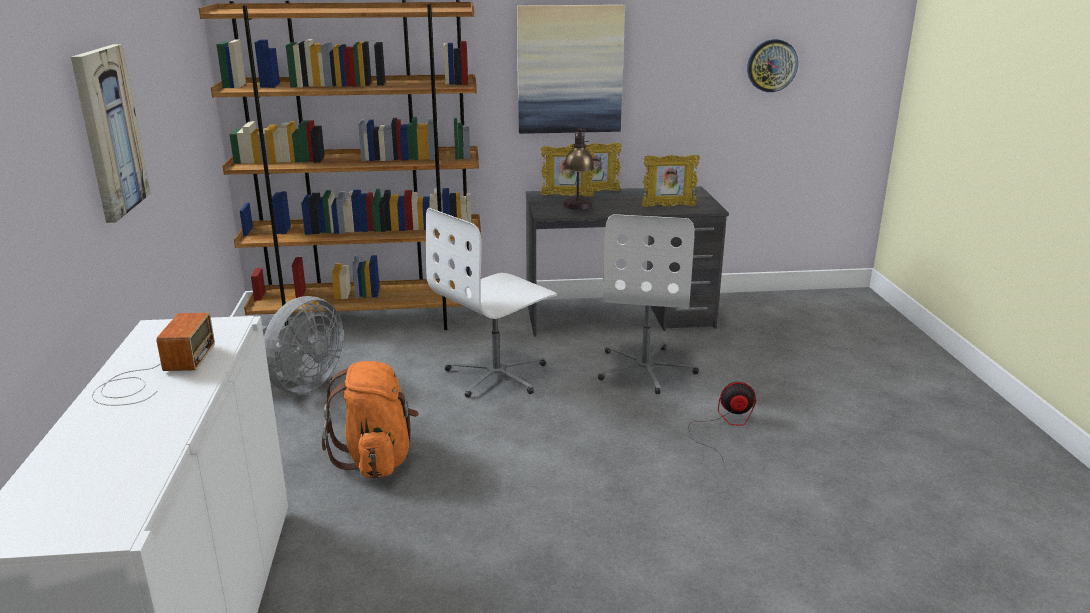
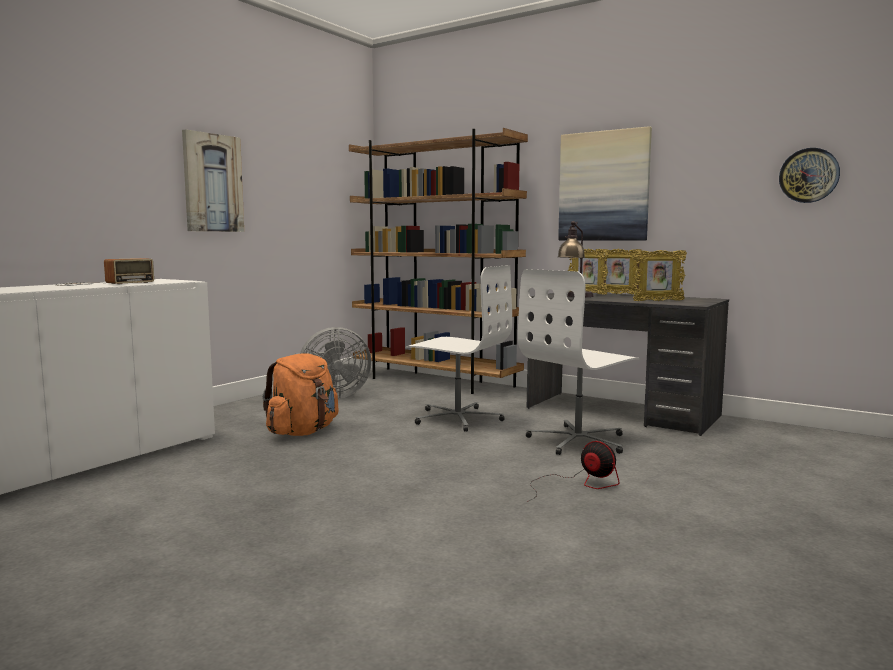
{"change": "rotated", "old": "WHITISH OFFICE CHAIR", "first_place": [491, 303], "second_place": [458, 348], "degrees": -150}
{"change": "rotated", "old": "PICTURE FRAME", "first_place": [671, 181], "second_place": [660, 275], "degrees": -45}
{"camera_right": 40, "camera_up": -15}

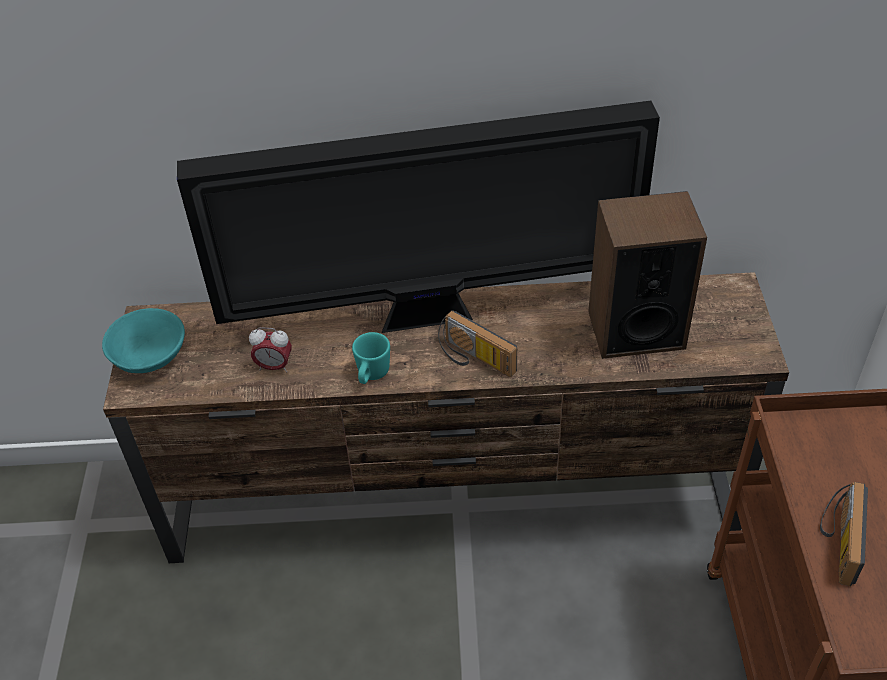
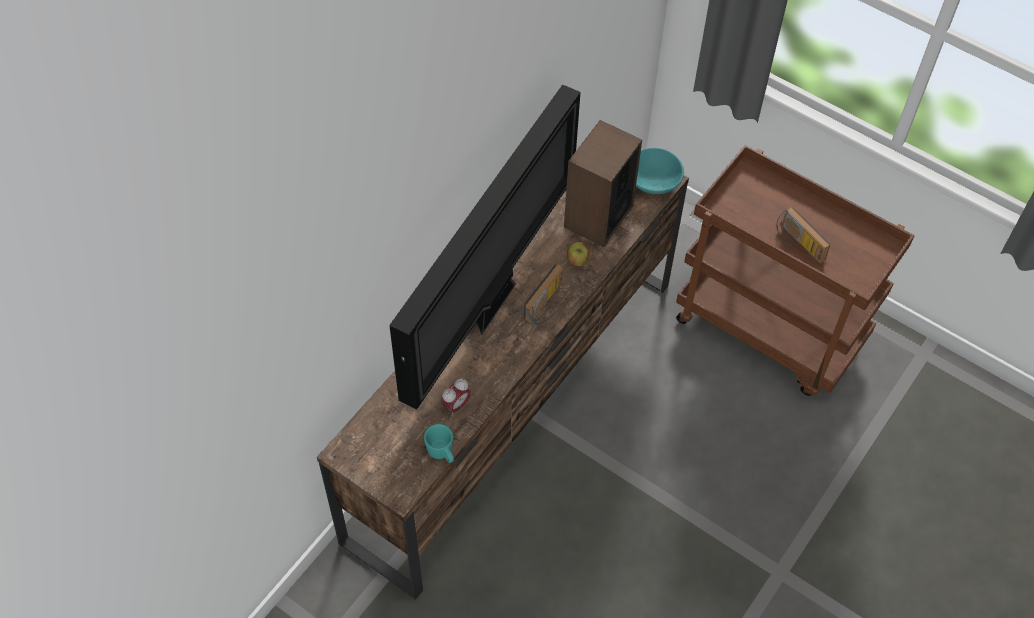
{"change": "shifted", "old": "BLUE-GREEN BOWL", "first_place": [143, 340], "second_place": [660, 171]}
{"change": "shifted", "old": "BLUE-GREEN TEA MUG", "first_place": [371, 358], "second_place": [439, 443]}
{"change": "rotated", "old": "RADIO", "first_place": [477, 343], "second_place": [543, 294], "degrees": -45}
{"change": "new", "new": "APPLE", "second_place": [578, 254]}
{"camera_right": -55, "camera_up": 10}

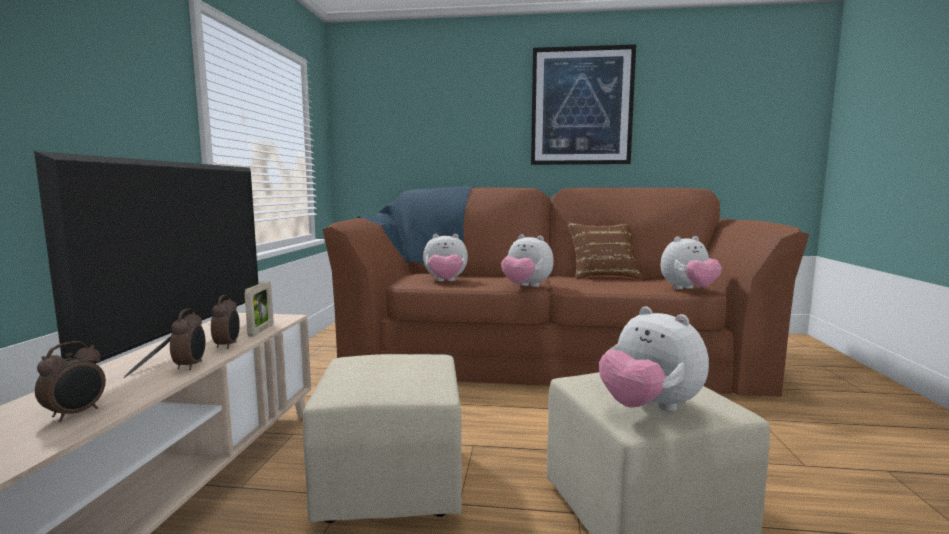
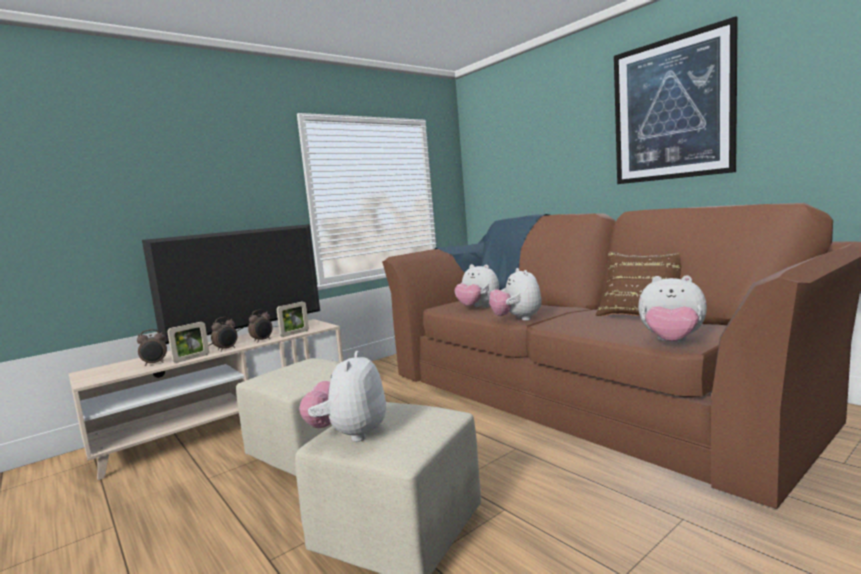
{"change": "new", "new": "PICTURE FRAME", "second_place": [188, 342]}
{"camera_right": 45, "camera_up": 0}

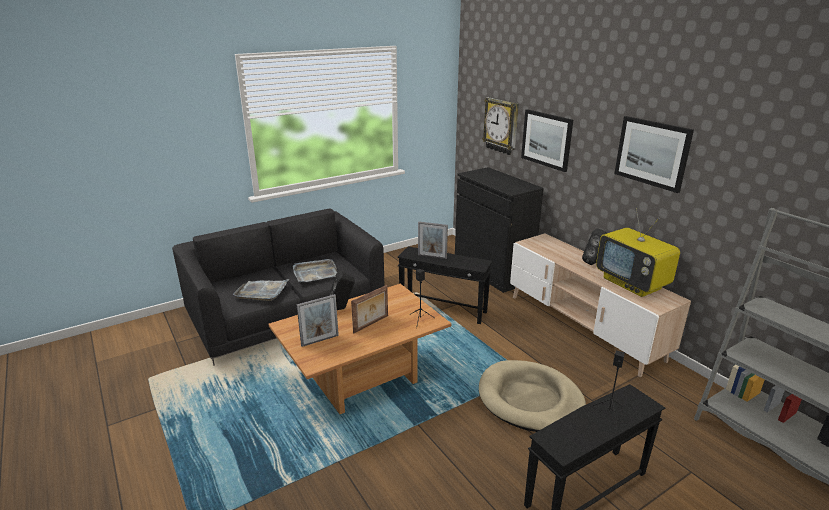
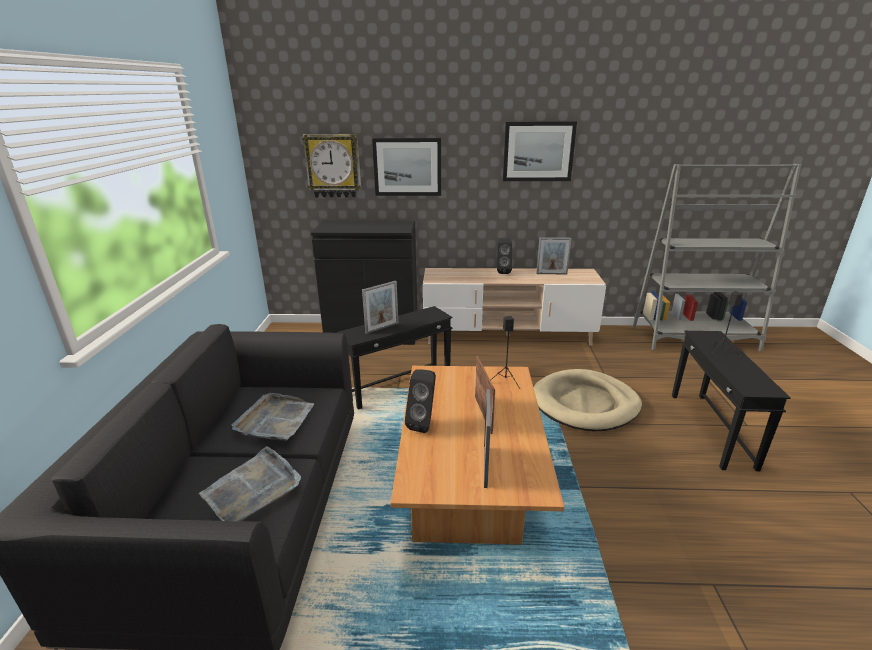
{"change": "swapped", "old": "TV", "new": "PICTURE FRAME", "first_place": [638, 253], "second_place": [554, 255]}
{"camera_right": -55, "camera_up": 0}

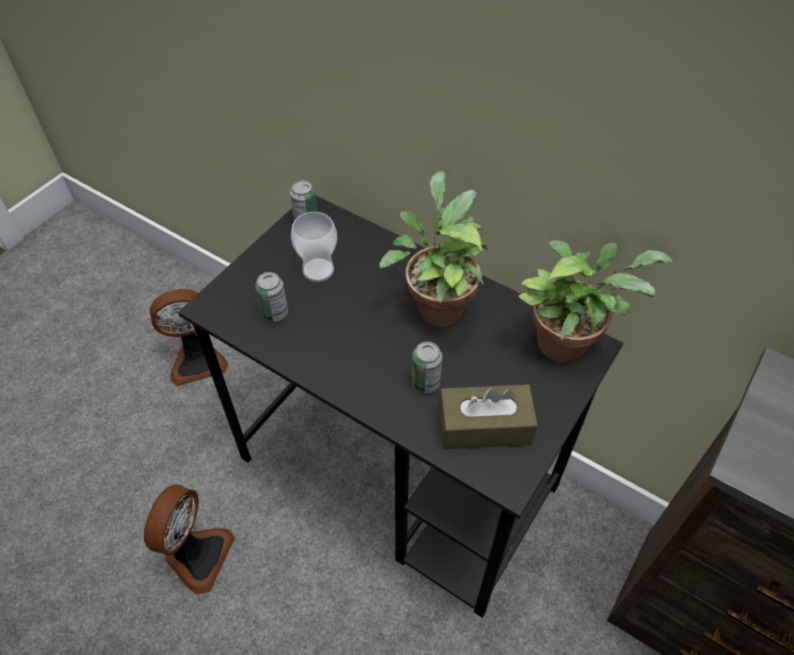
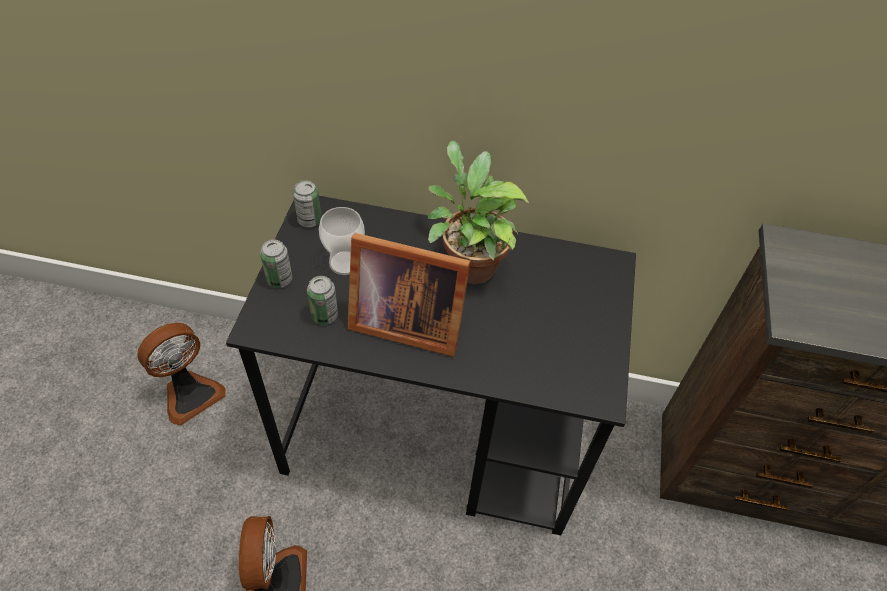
{"change": "shifted", "old": "METAL CAN", "first_place": [427, 367], "second_place": [276, 264]}
{"change": "gone", "old": "BROWNISH BOX OF TISSUES", "first_place": [488, 416]}
{"change": "gone", "old": "PLANT IN A POT", "first_place": [595, 301]}
{"change": "new", "new": "PICTURE FRAME", "second_place": [409, 295]}
{"camera_right": -25, "camera_up": 0}

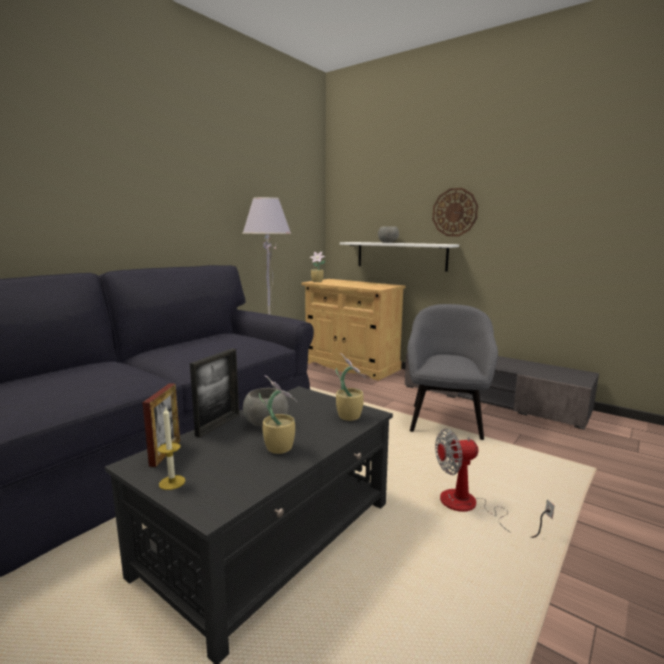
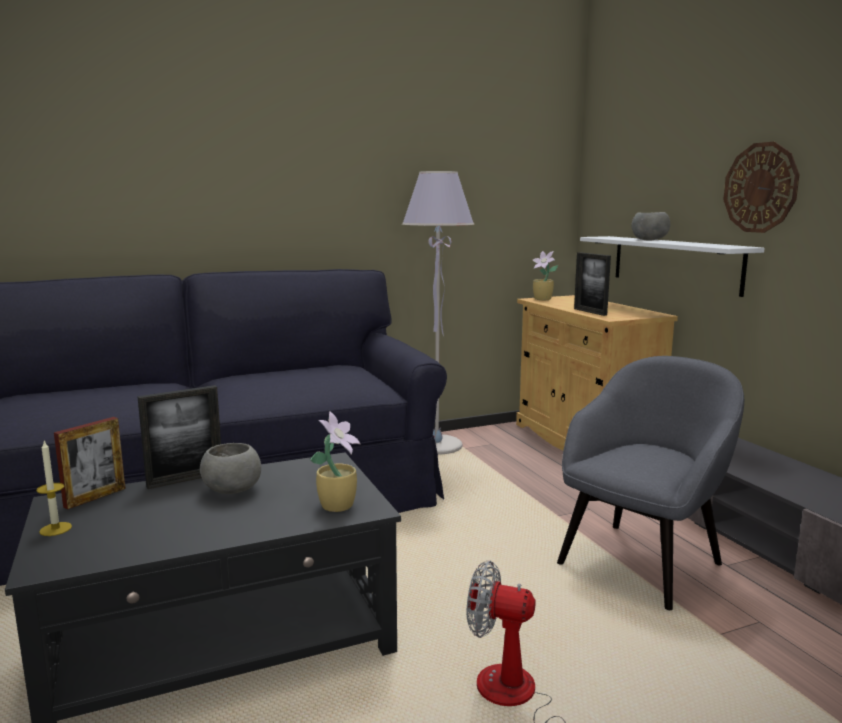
{"change": "gone", "old": "PLANT IN A POT", "first_place": [278, 414]}
{"change": "new", "new": "PICTURE FRAME", "second_place": [592, 284]}
{"camera_right": 30, "camera_up": 0}

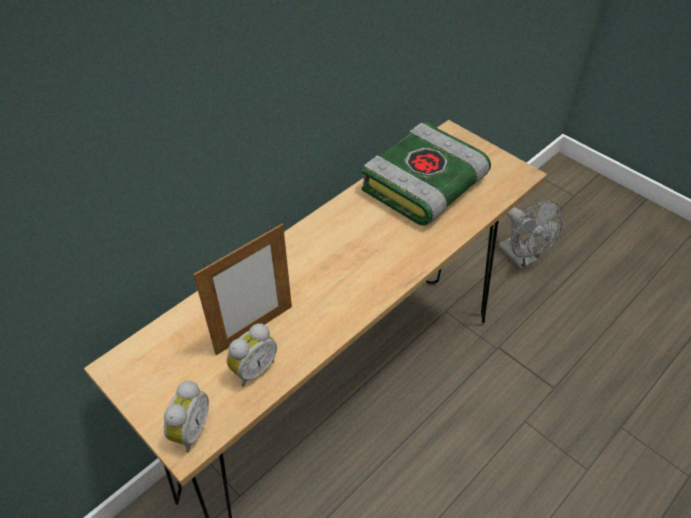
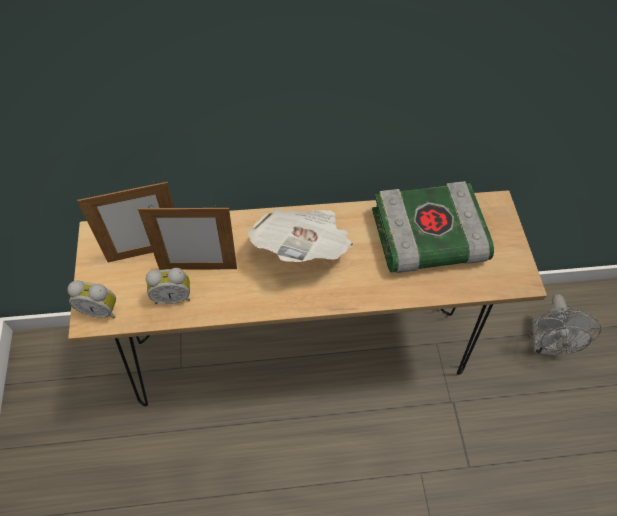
{"change": "rotated", "old": "BEDSIDE CLOCK", "first_place": [186, 416], "second_place": [91, 299], "degrees": 45}
{"change": "new", "new": "PICTURE FRAME", "second_place": [125, 221]}
{"change": "new", "new": "DAILY PAPER", "second_place": [300, 235]}
{"camera_right": 35, "camera_up": 10}

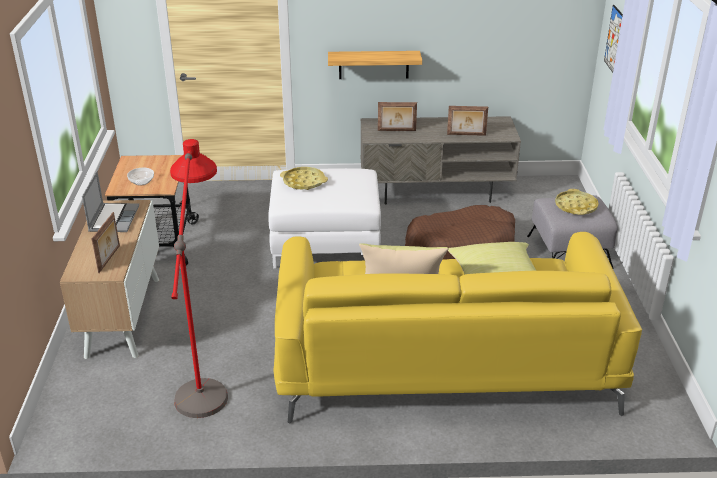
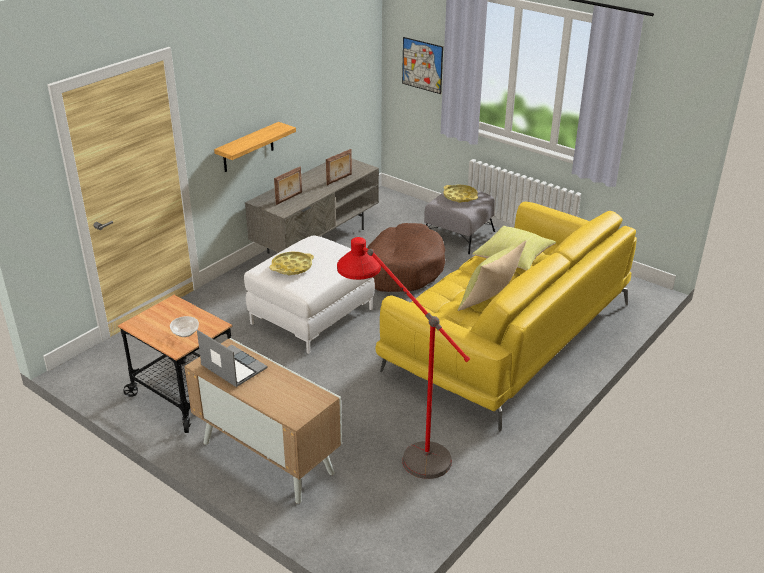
{"change": "gone", "old": "PICTURE FRAME", "first_place": [106, 242]}
{"camera_right": -50, "camera_up": 0}

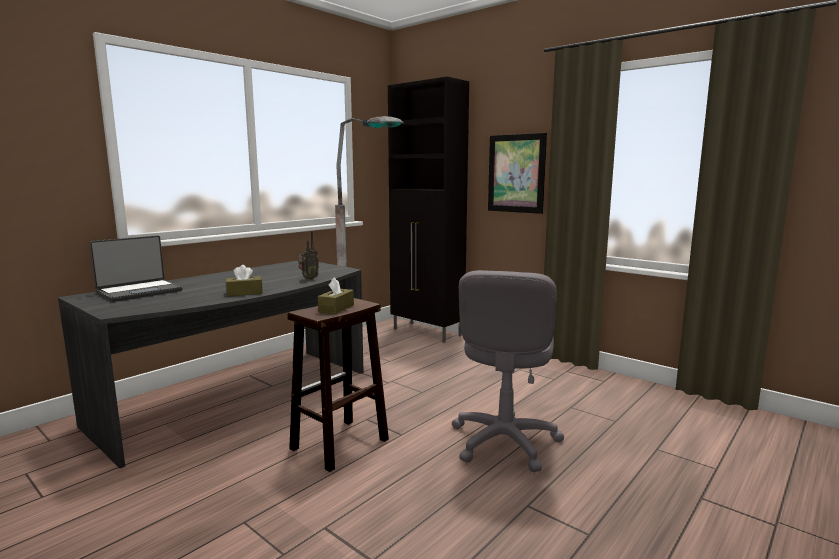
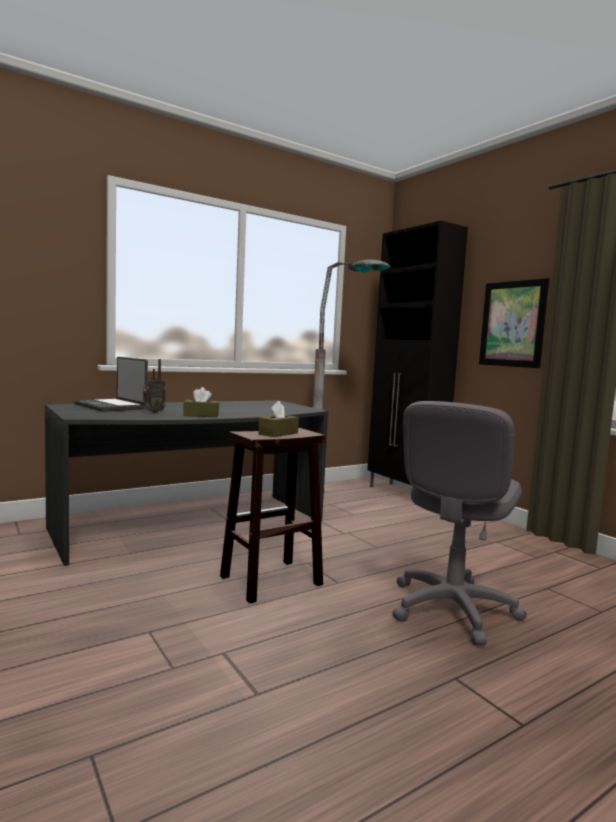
{"change": "rotated", "old": "PORTABLE COMPUTER", "first_place": [135, 268], "second_place": [111, 384], "degrees": 75}
{"change": "shifted", "old": "RADIO", "first_place": [308, 255], "second_place": [154, 386]}
{"camera_right": 15, "camera_up": -5}

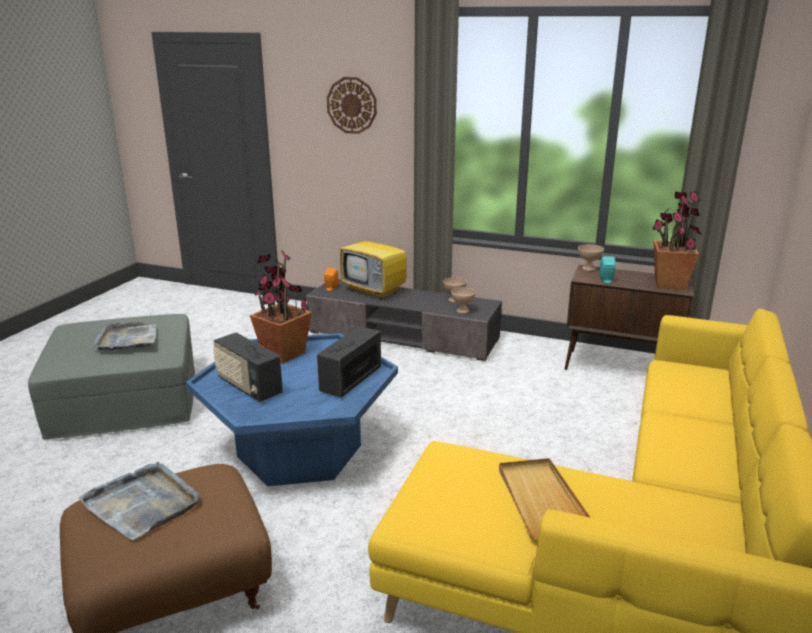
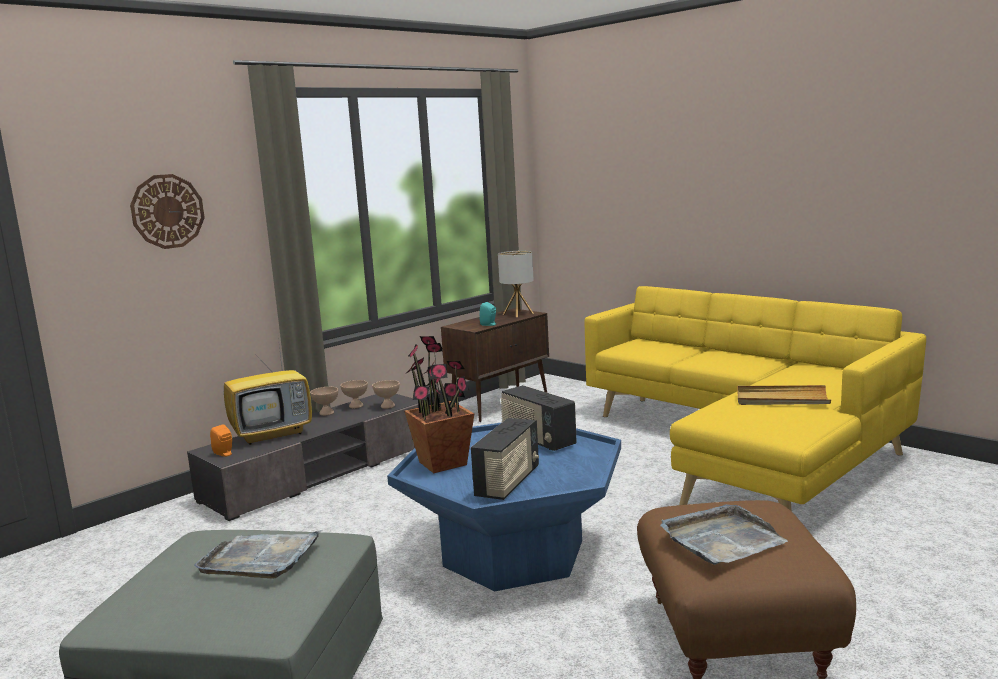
{"change": "rotated", "old": "RADIO", "first_place": [248, 367], "second_place": [505, 459], "degrees": -45}
{"change": "shifted", "old": "BEIGE-COLOURED BOWL", "first_place": [591, 257], "second_place": [324, 401]}
{"change": "swapped", "old": "PLANT IN A POT", "new": "TABLETOP LAMP", "first_place": [677, 241], "second_place": [516, 284]}
{"camera_right": -65, "camera_up": -10}

